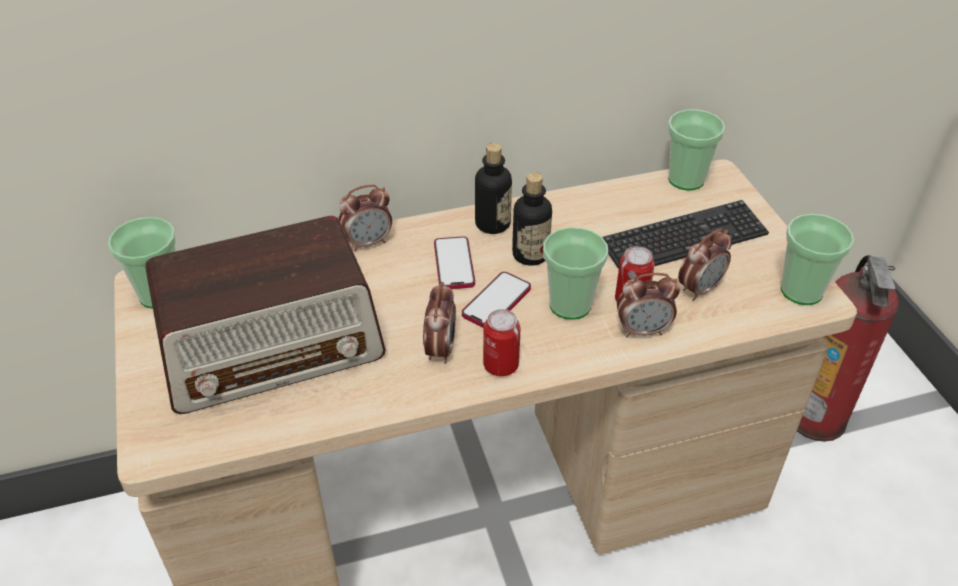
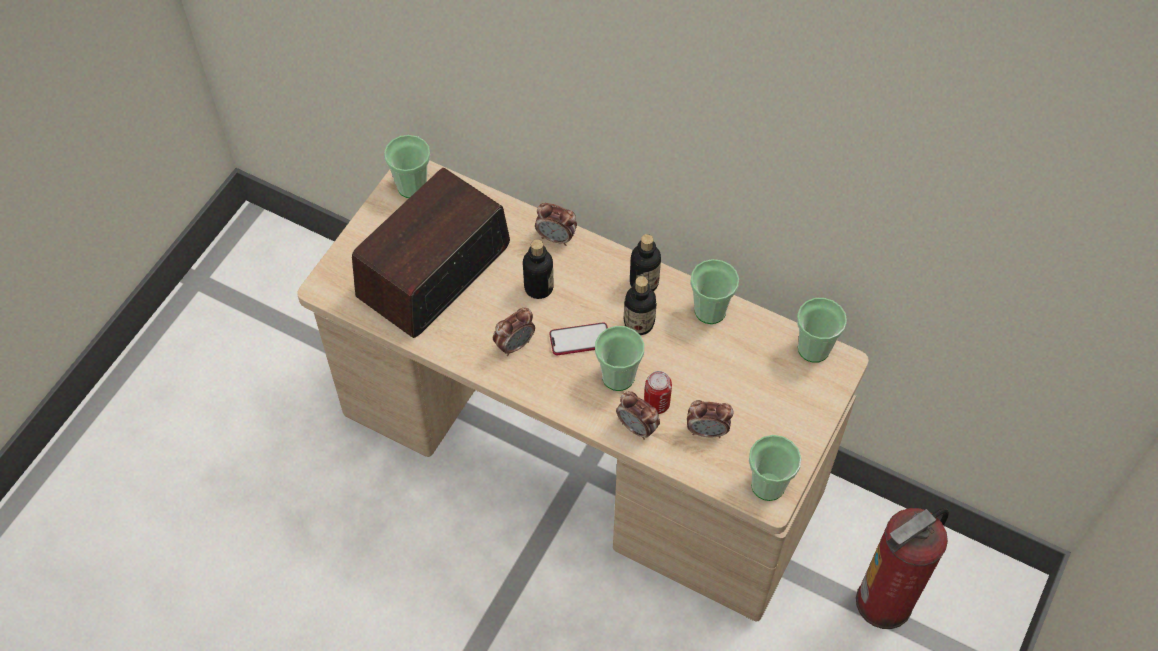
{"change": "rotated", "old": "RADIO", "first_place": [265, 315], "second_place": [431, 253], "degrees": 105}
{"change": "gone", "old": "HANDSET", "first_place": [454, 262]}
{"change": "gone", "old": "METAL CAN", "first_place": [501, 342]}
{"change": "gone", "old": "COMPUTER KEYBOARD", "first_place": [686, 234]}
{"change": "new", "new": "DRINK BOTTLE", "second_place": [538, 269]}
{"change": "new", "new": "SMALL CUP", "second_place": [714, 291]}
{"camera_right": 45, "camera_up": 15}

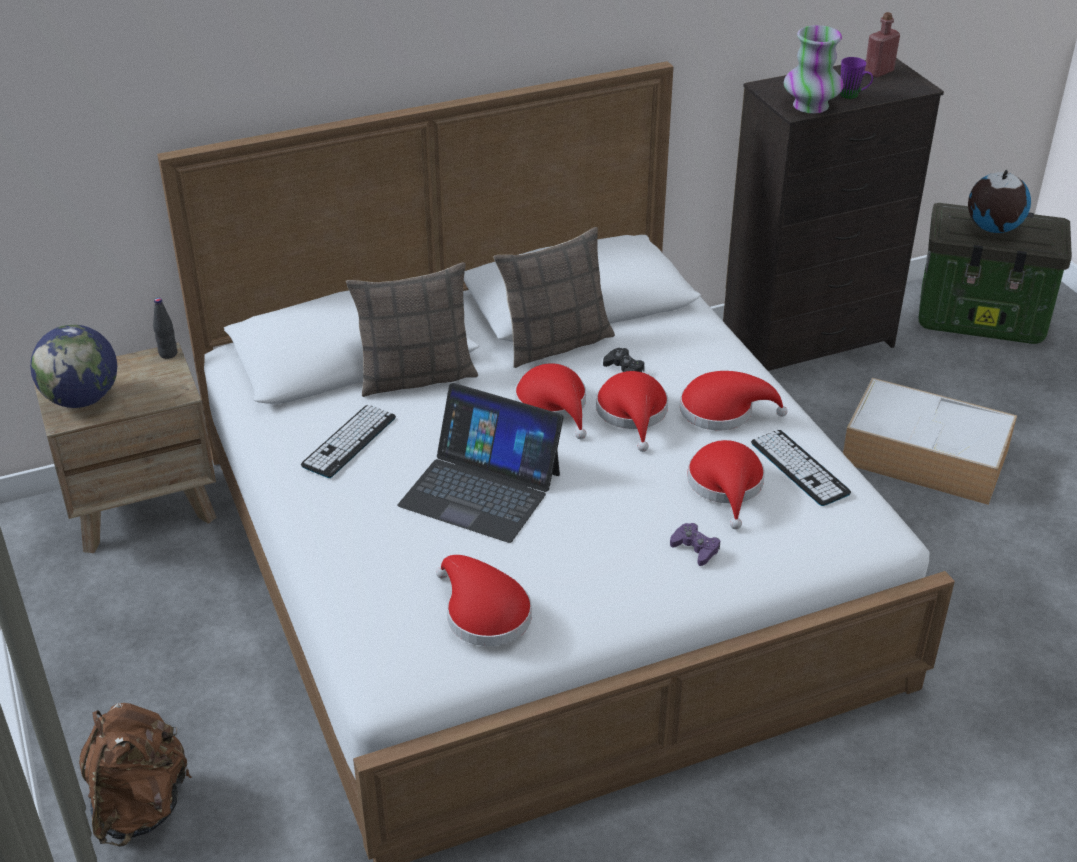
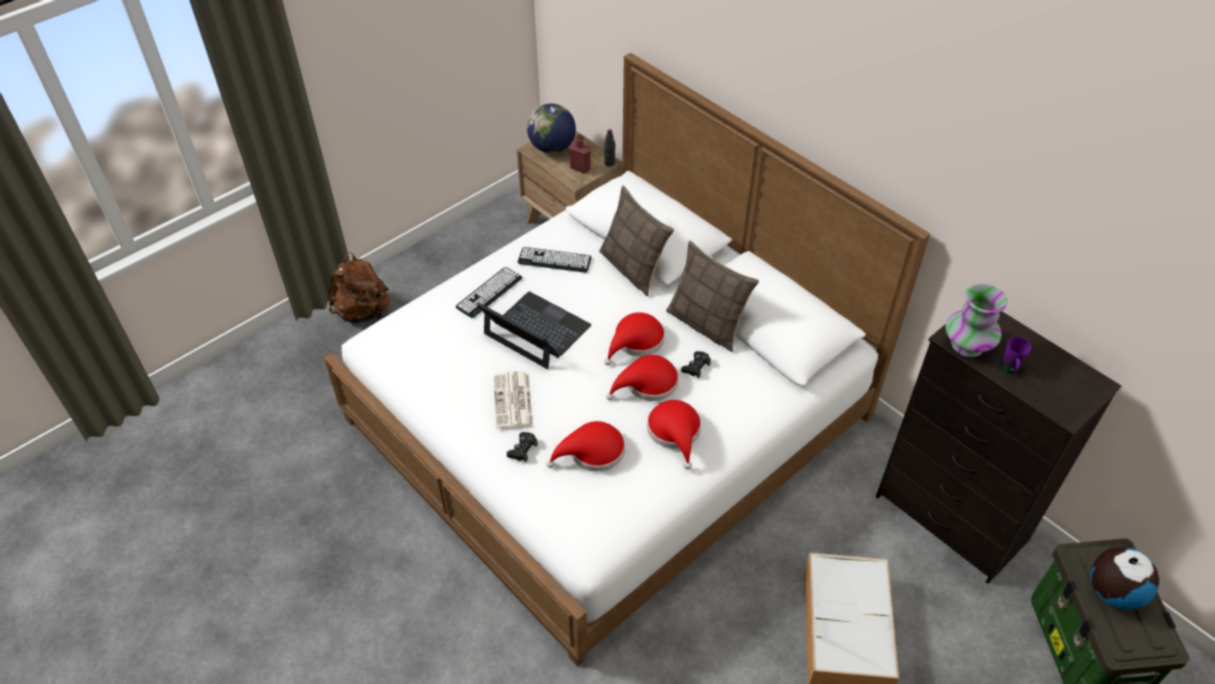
{"change": "rotated", "old": "PORTABLE COMPUTER", "first_place": [481, 463], "second_place": [534, 330], "degrees": 120}
{"change": "gone", "old": "RED-COLOURED WEARABLE HAT", "first_place": [484, 600]}
{"change": "repainted", "old": "PURPLE-COLOURED JOYPAD", "new": "BLACKISH JOYPAD", "first_place": [695, 544], "second_place": [522, 447]}
{"change": "shifted", "old": "COMPUTER KEYBOARD", "first_place": [801, 468], "second_place": [489, 292]}
{"change": "shifted", "old": "RED-COLOURED DRINK BOTTLE", "first_place": [882, 45], "second_place": [580, 154]}
{"change": "new", "new": "DAILY PAPER", "second_place": [513, 400]}
{"camera_right": 70, "camera_up": 10}

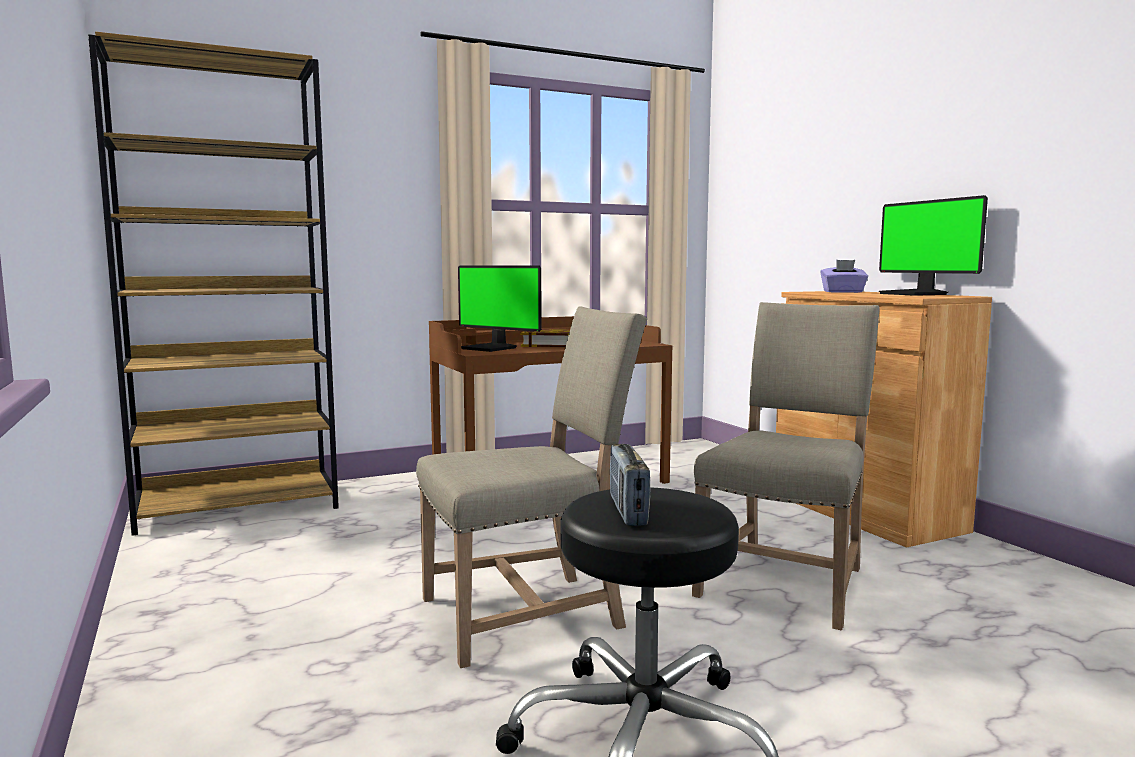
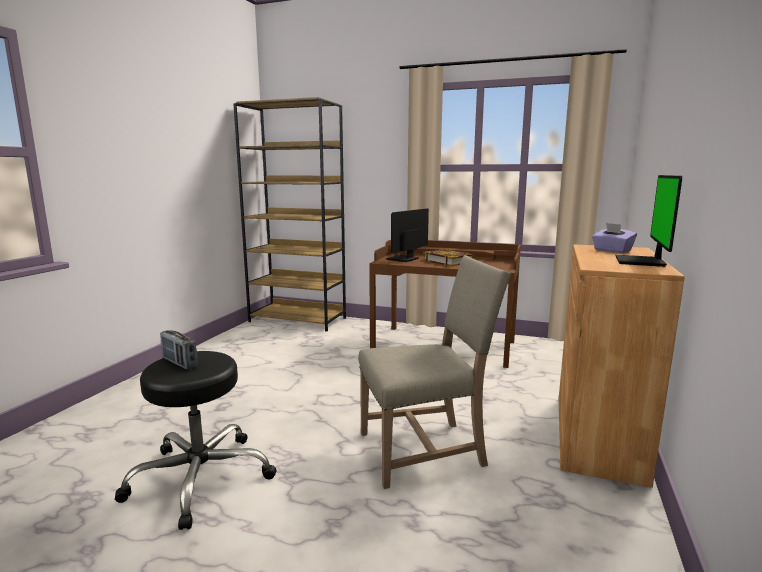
{"change": "gone", "old": "BEIGE-COLOURED PLAIN CHAIR", "first_place": [531, 487]}
{"change": "rotated", "old": "COMPUTER DISPLAY", "first_place": [500, 309], "second_place": [407, 235], "degrees": 45}
{"change": "rotated", "old": "RADIO", "first_place": [630, 485], "second_place": [178, 350], "degrees": -90}
{"camera_right": 45, "camera_up": 5}

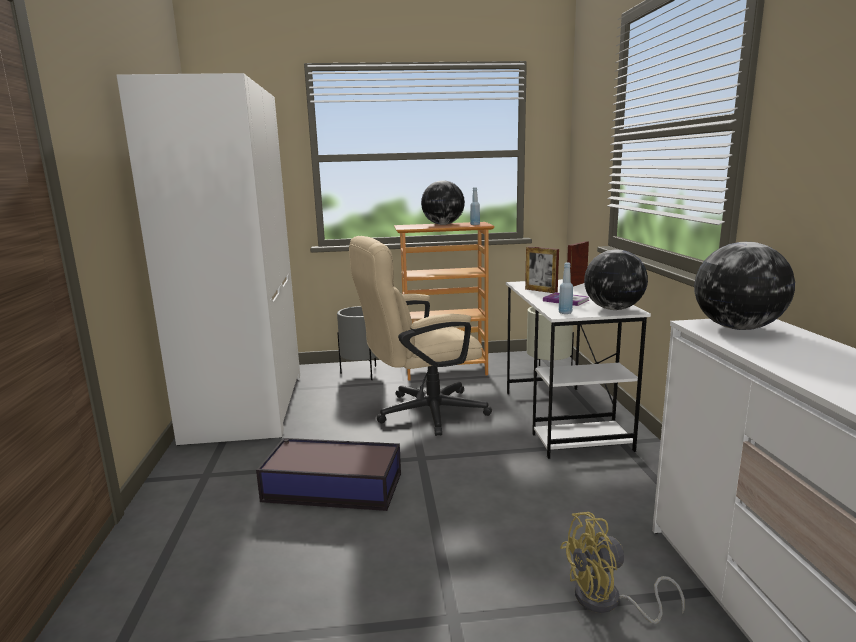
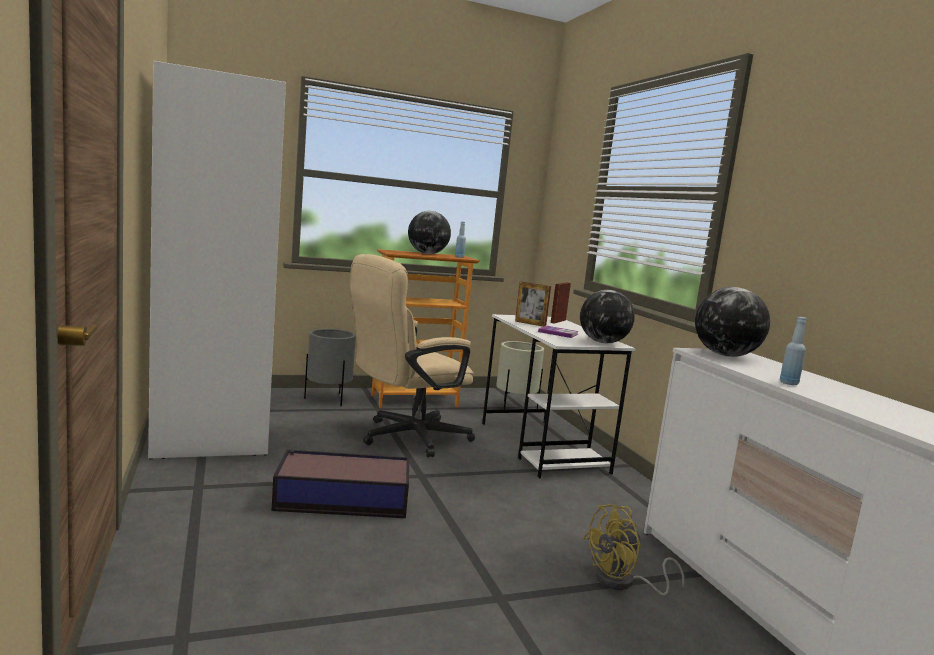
{"change": "shifted", "old": "BLUISH DRINK BOTTLE", "first_place": [566, 288], "second_place": [793, 351]}
{"camera_right": -15, "camera_up": -5}

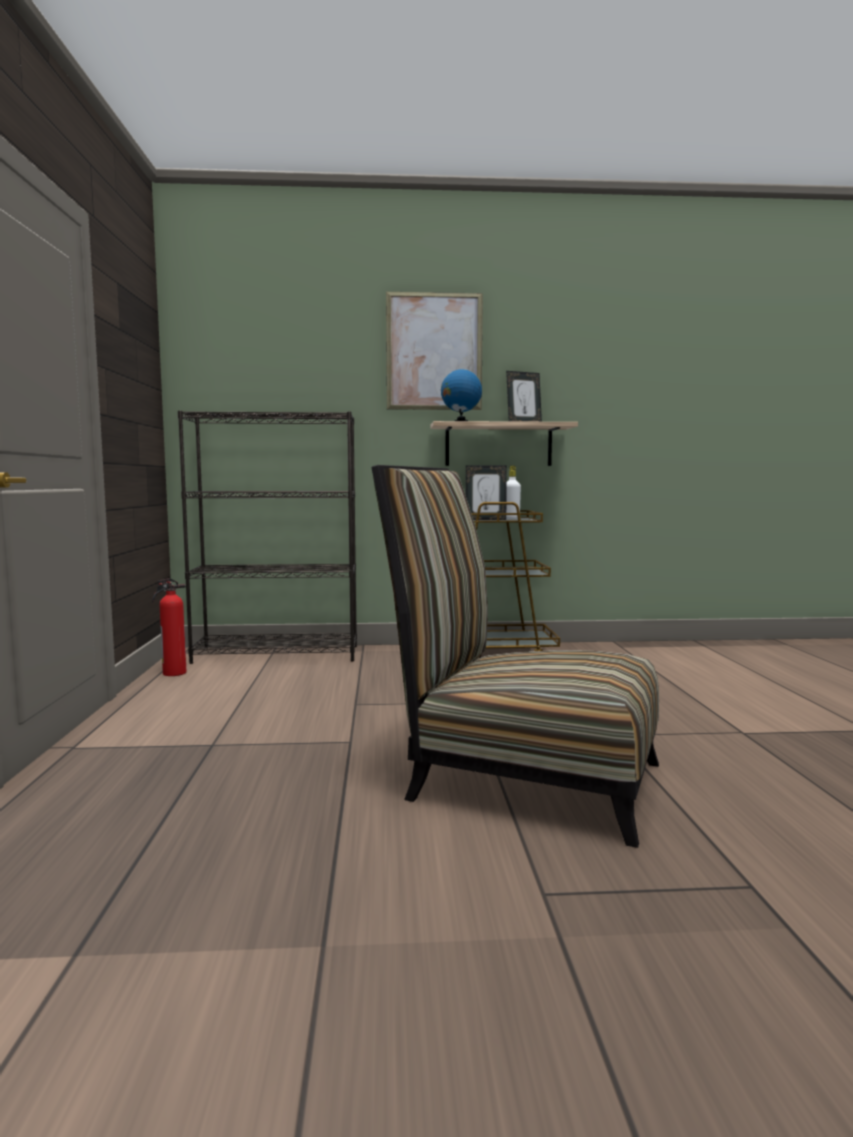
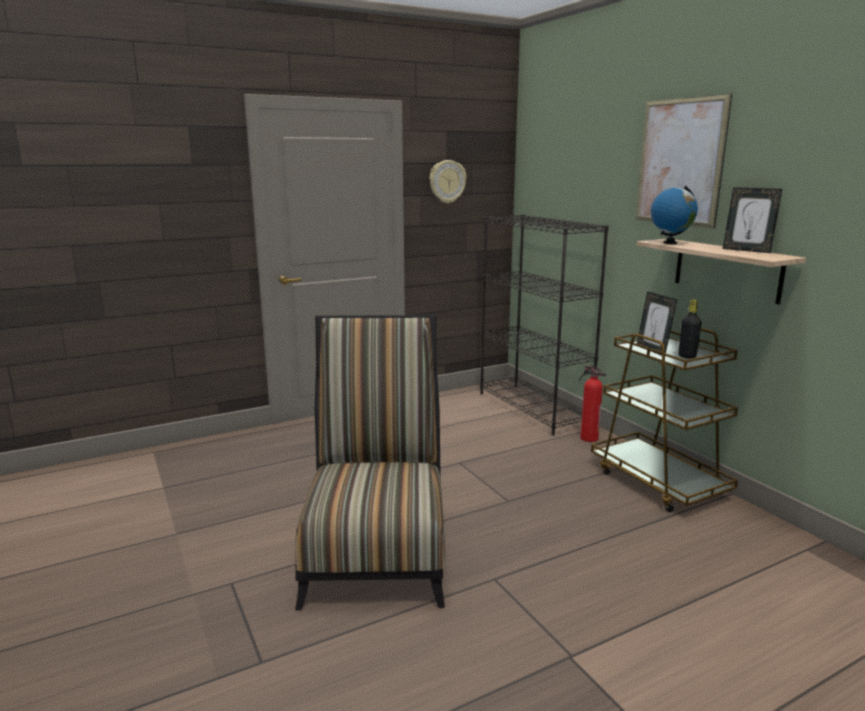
{"change": "shifted", "old": "FIRE-FIGHTING CYLINDER", "first_place": [169, 627], "second_place": [592, 403]}
{"change": "repainted", "old": "WHITISH DRINK BOTTLE", "new": "BLACKISH DRINK BOTTLE", "first_place": [513, 493], "second_place": [690, 329]}
{"change": "new", "new": "CLOCK ON THE WALL", "second_place": [448, 181]}
{"camera_right": 65, "camera_up": 10}

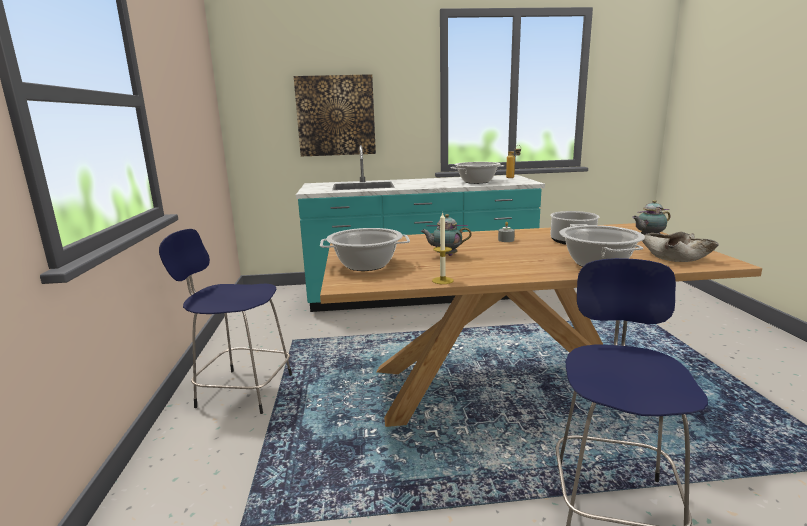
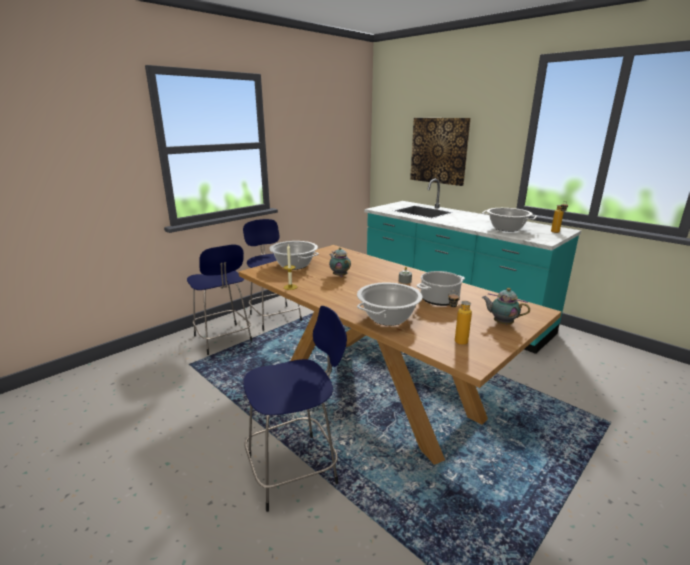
{"change": "swapped", "old": "BEIGE-COLOURED BOWL", "new": "DRINK BOTTLE", "first_place": [680, 247], "second_place": [460, 318]}
{"change": "new", "new": "BLUISH SITTING STOOL", "second_place": [219, 300]}
{"camera_right": 50, "camera_up": 5}

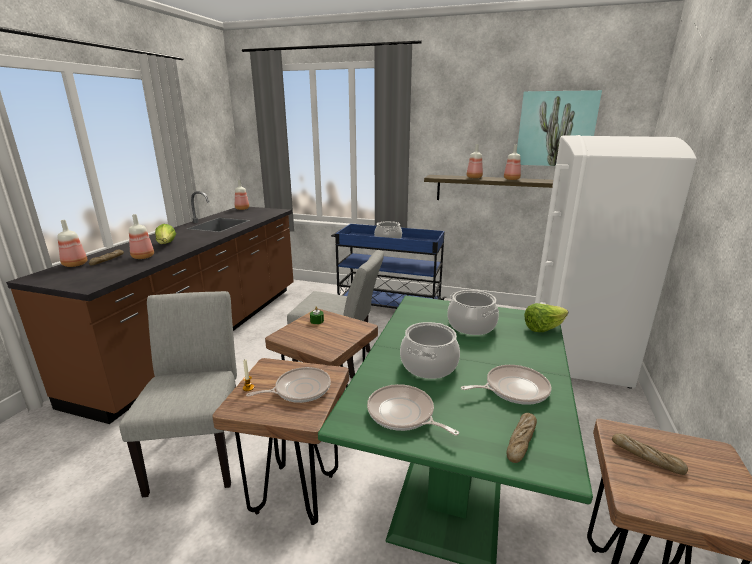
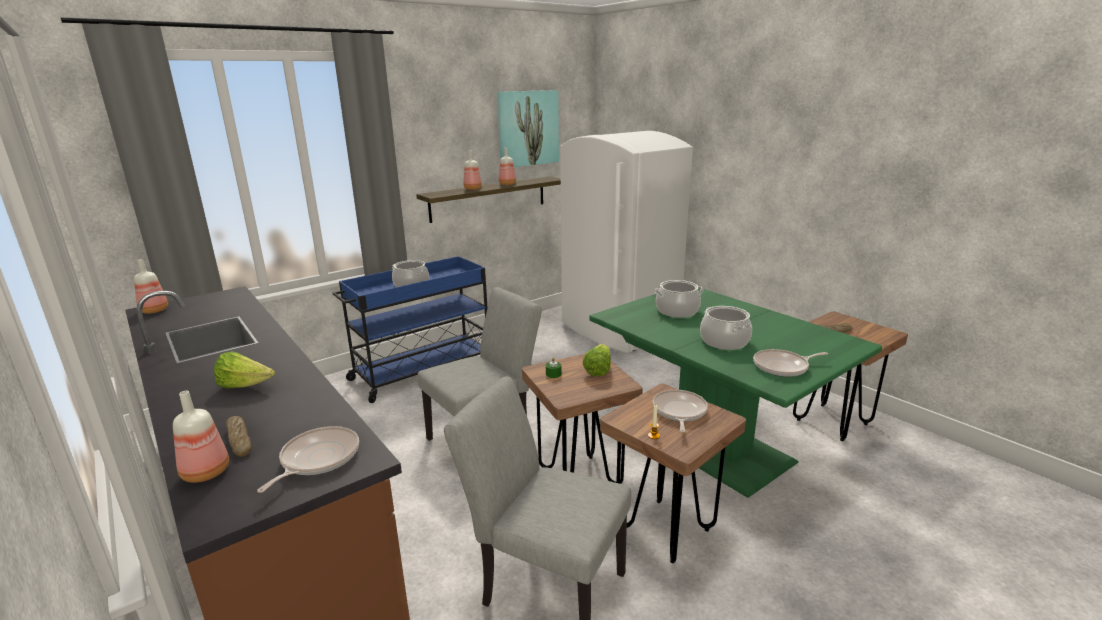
{"change": "gone", "old": "DRINK BOTTLE", "first_place": [141, 236]}
{"change": "shifted", "old": "FRYING PAN", "first_place": [506, 385], "second_place": [308, 459]}
{"change": "gone", "old": "BAKERY BREAD", "first_place": [522, 438]}
{"change": "shifted", "old": "LETTUCE HEAD", "first_place": [546, 317], "second_place": [597, 360]}
{"camera_right": -55, "camera_up": 0}

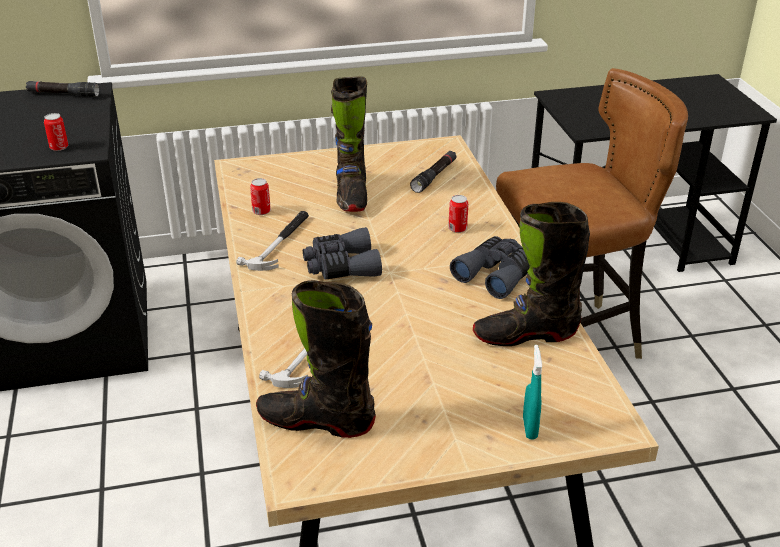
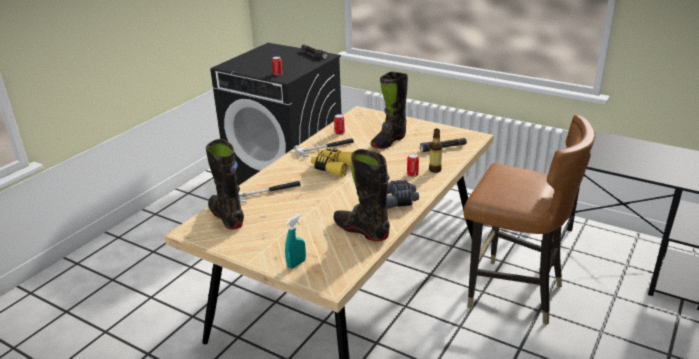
{"change": "repainted", "old": "GRAY FIELD GLASSES", "new": "YELLOW FIELD GLASSES", "first_place": [342, 253], "second_place": [332, 163]}
{"change": "new", "new": "DRINK BOTTLE", "second_place": [435, 151]}
{"camera_right": 45, "camera_up": -5}

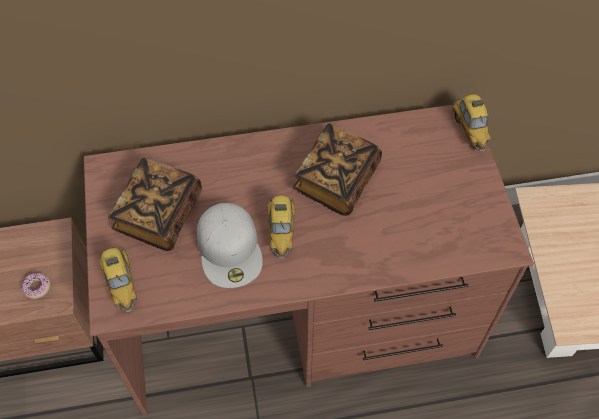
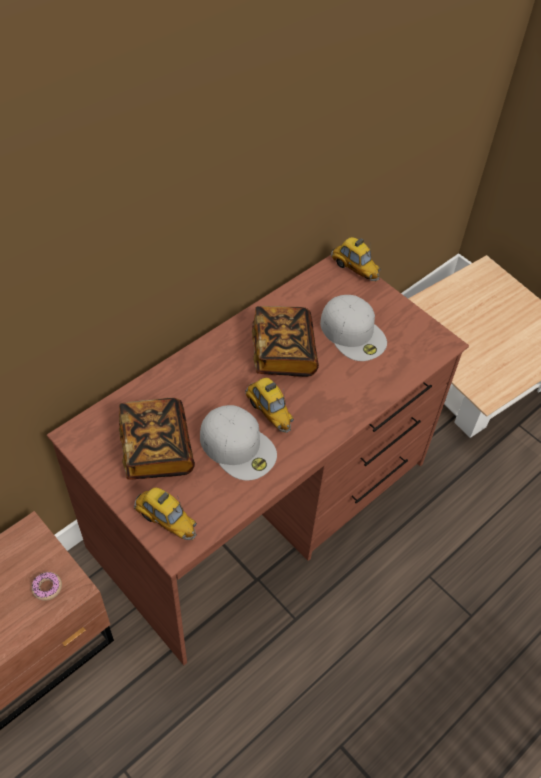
{"change": "new", "new": "WHITISH BASEBALL CAP", "second_place": [353, 328]}
{"camera_right": -35, "camera_up": -5}

